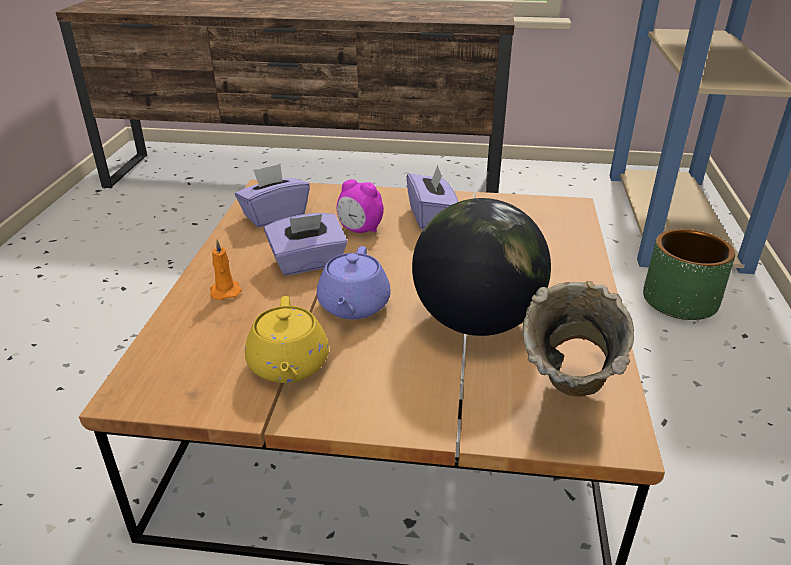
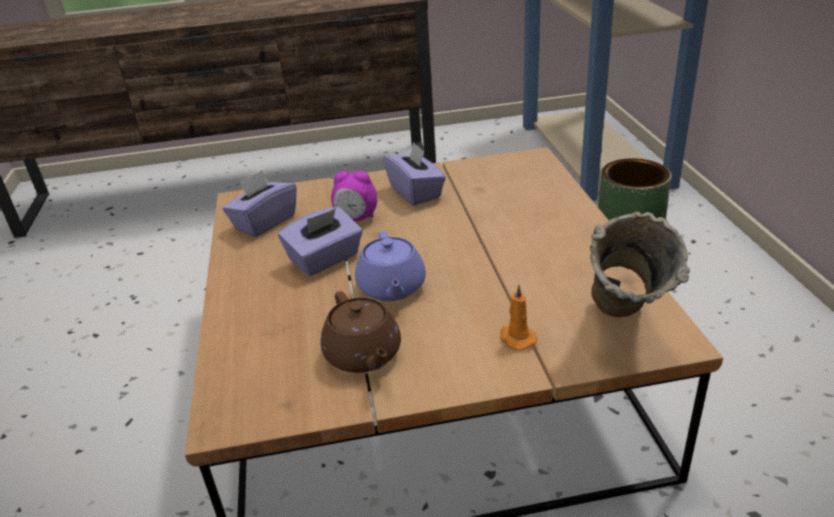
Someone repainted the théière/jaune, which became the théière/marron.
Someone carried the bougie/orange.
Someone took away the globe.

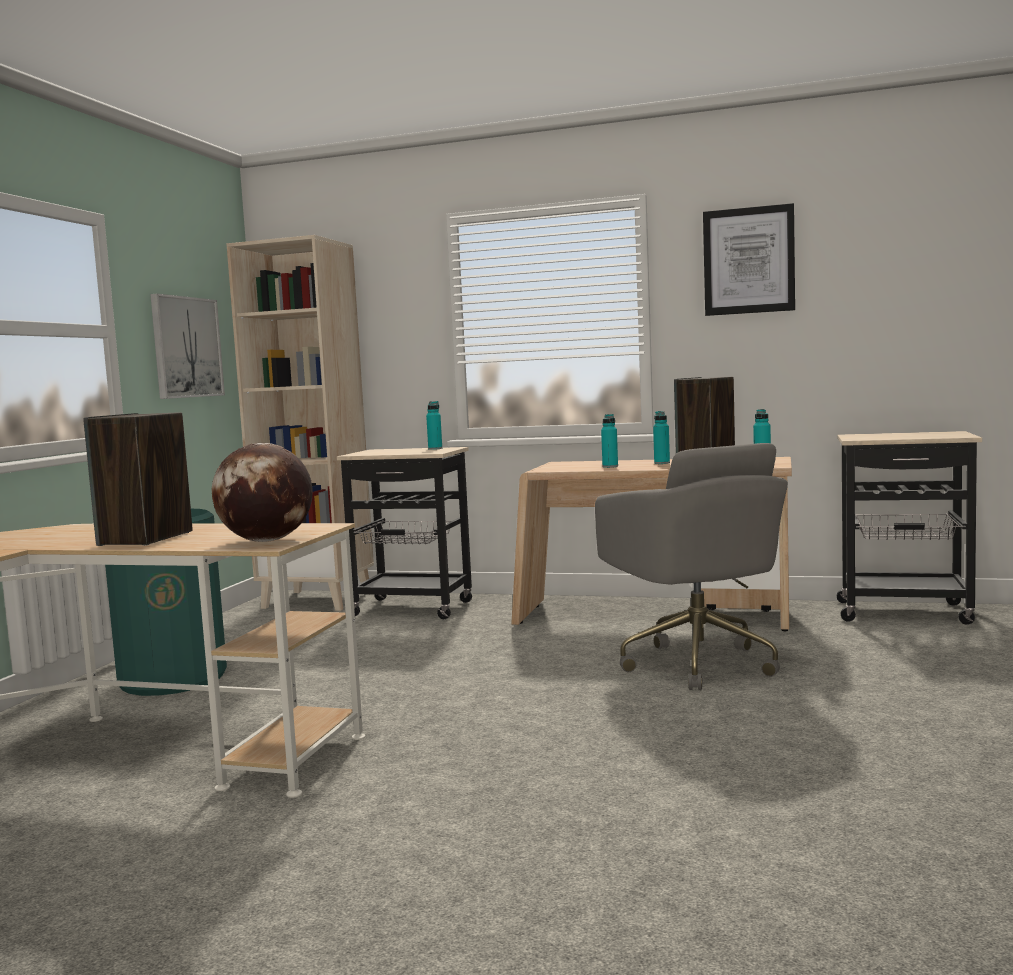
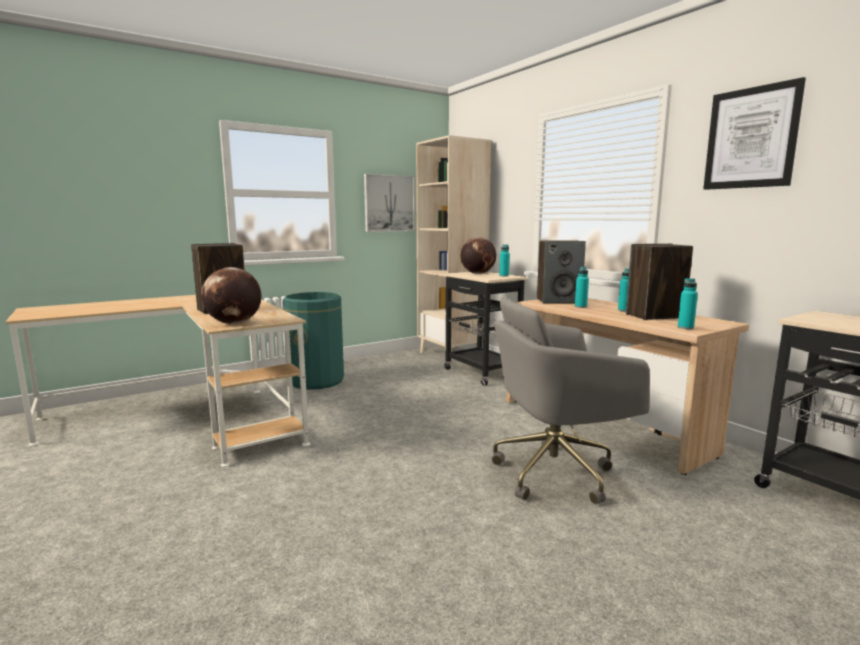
Someone put down the globe (2nd from left).
Someone rotated the chaise de bureau/gris by 60 degrees clockwise.
Someone put down the enceinte (2nd from left).

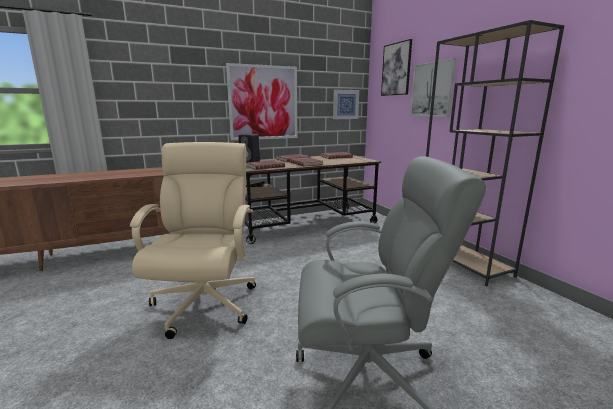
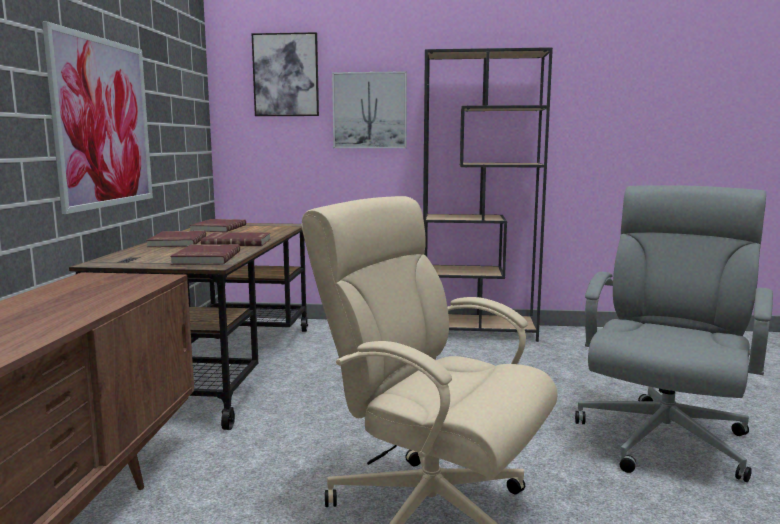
Someone took away the enceinte/noir.
Someone took away the tableau (2nd from left).

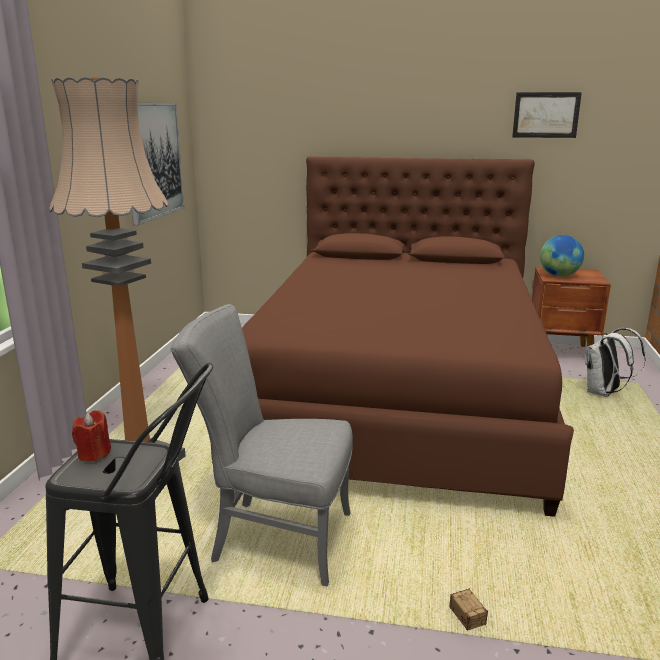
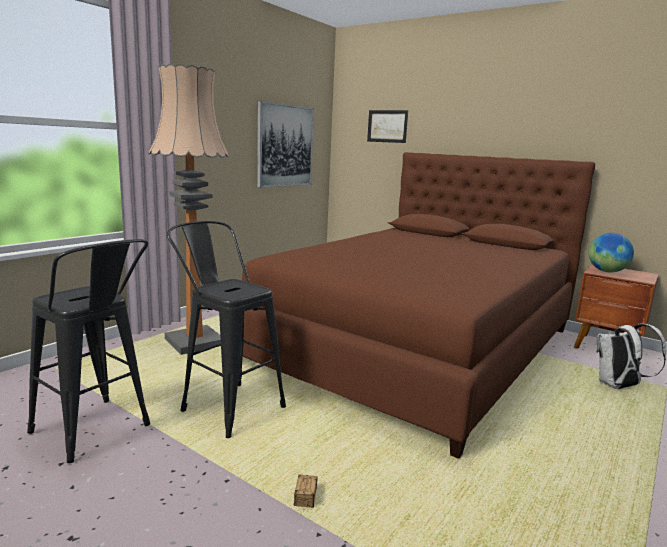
Someone swapped the chaise/gris for the tabouret/noir (2nd from left).
Someone carried the tableau (2nd from left).
Someone took away the bougie/rouge.

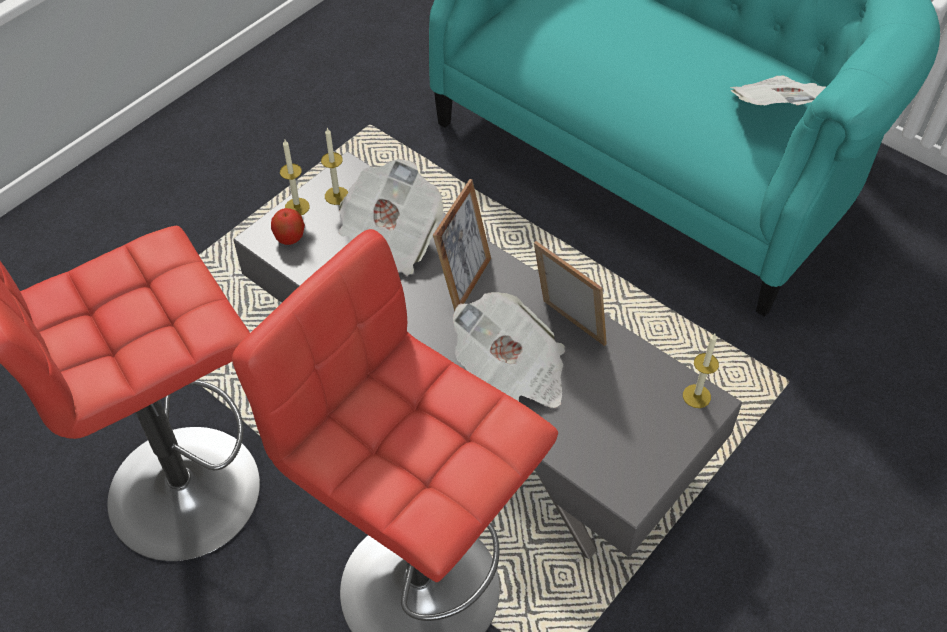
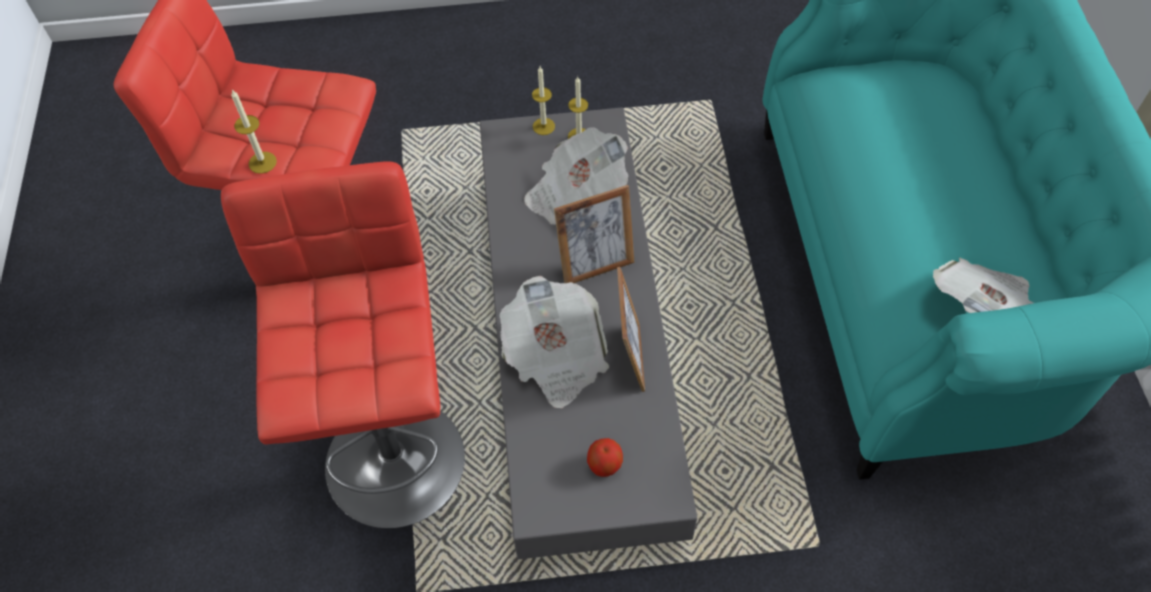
Someone carried the bougie (3rd from left in the first image).
Someone carried the pomme.

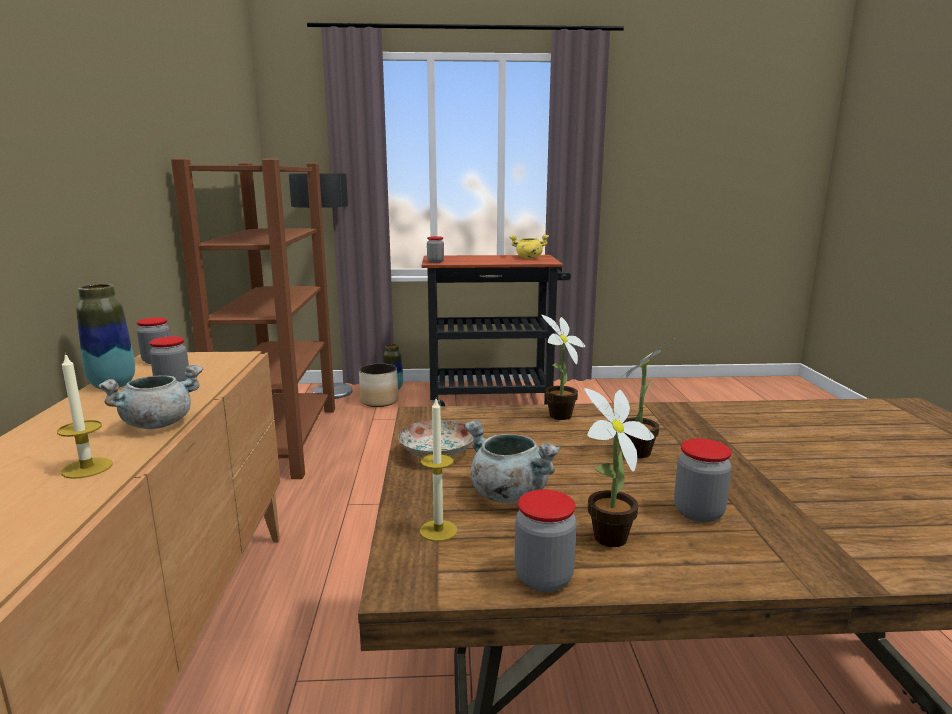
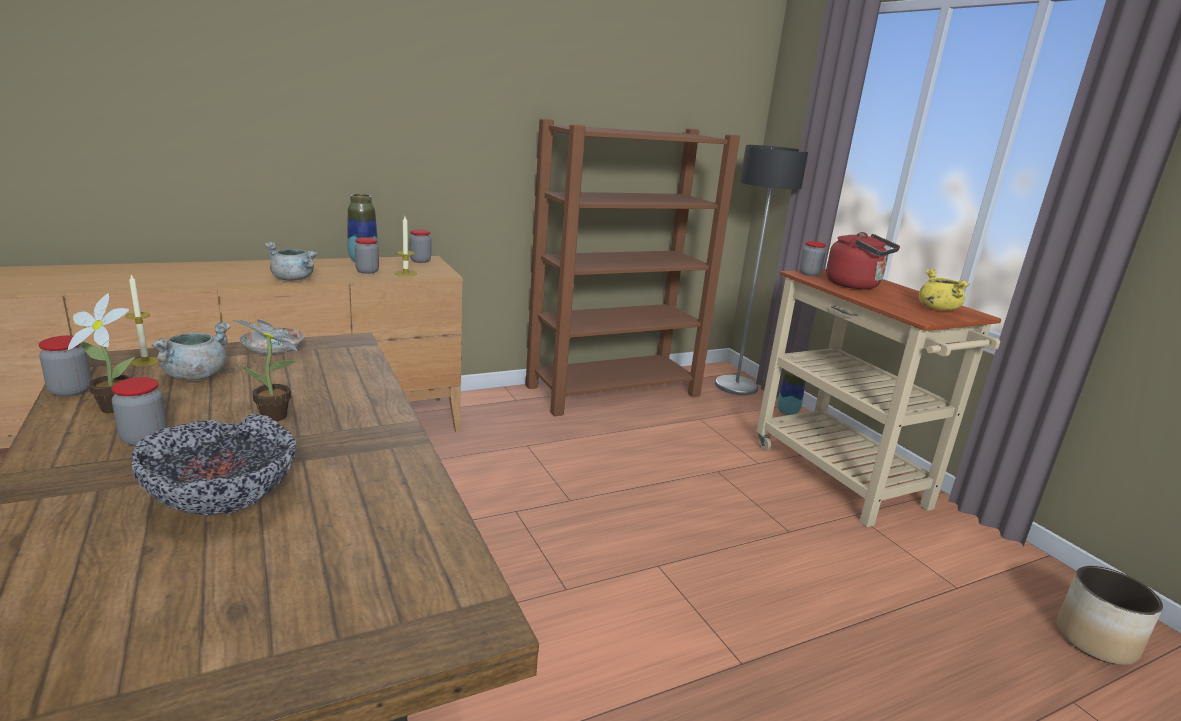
Someone put down the bol.
Someone carried the bougie (1st from left in the first image).
Someone repainted the chariot/noir, which became the chariot/beige.
Someone put down the bouilloire/rouge.
Someone carried the cache-pot.
Someone took away the plante en pot (1st from left).

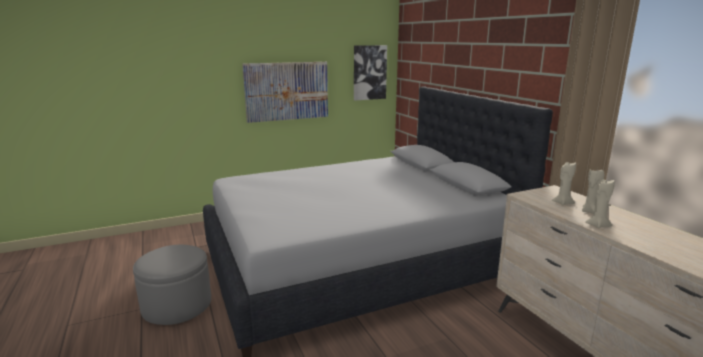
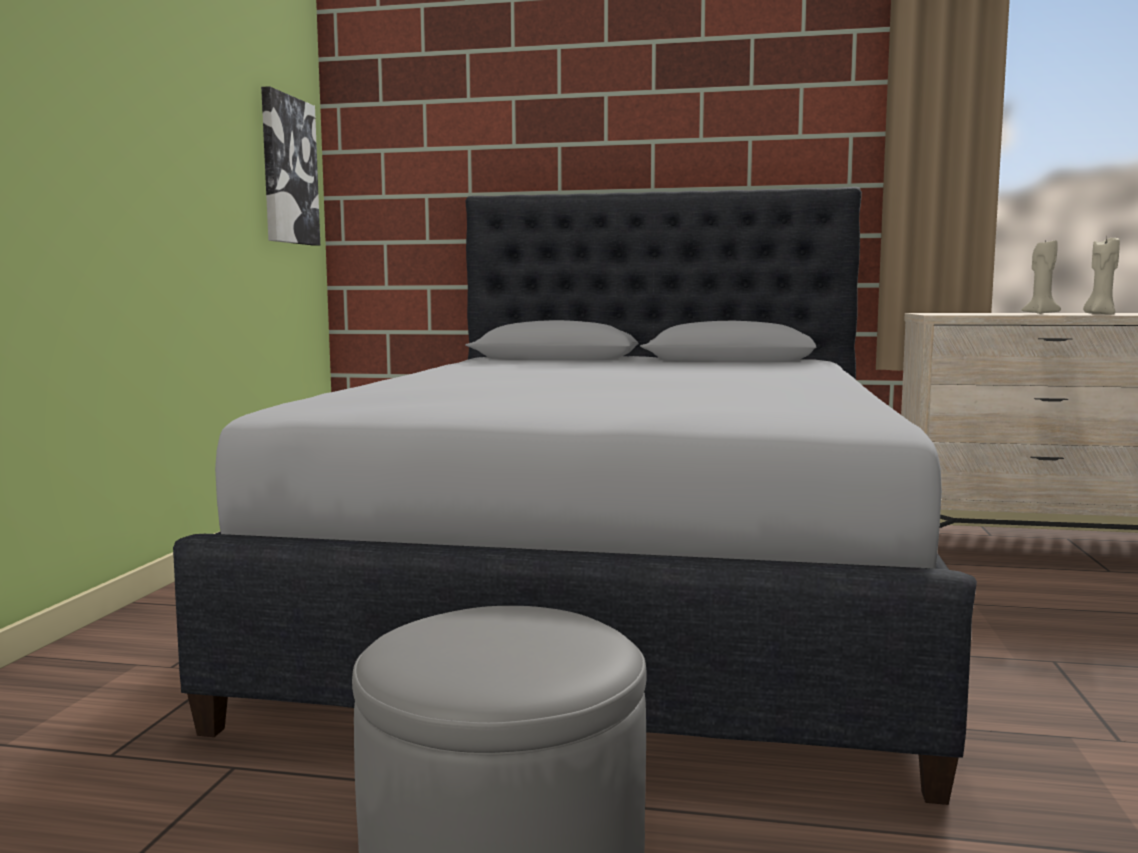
Someone took away the tableau (1st from left).
Someone took away the bougie/beige (1st from left).

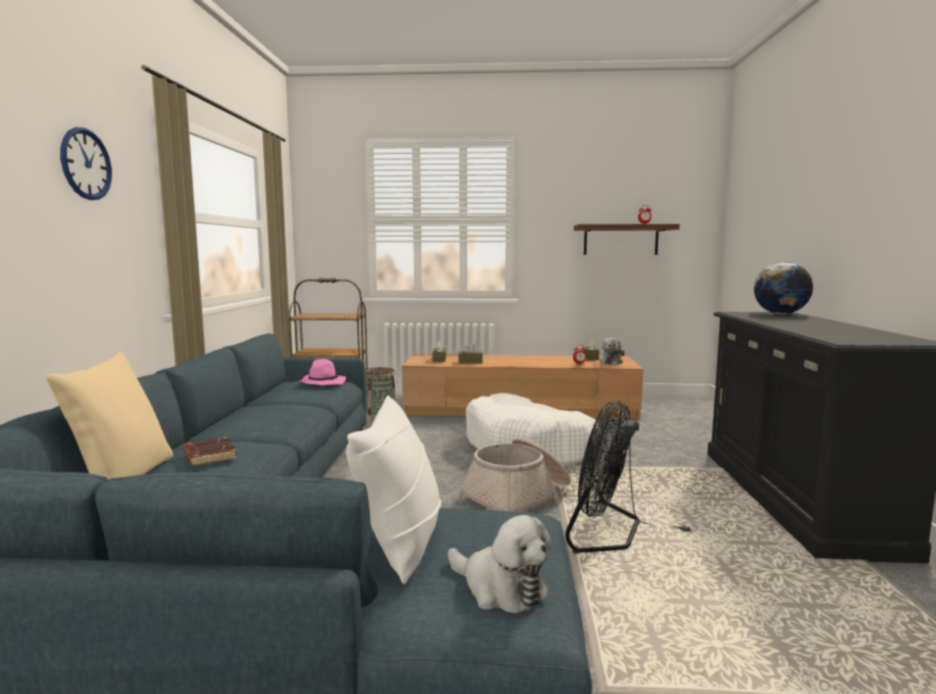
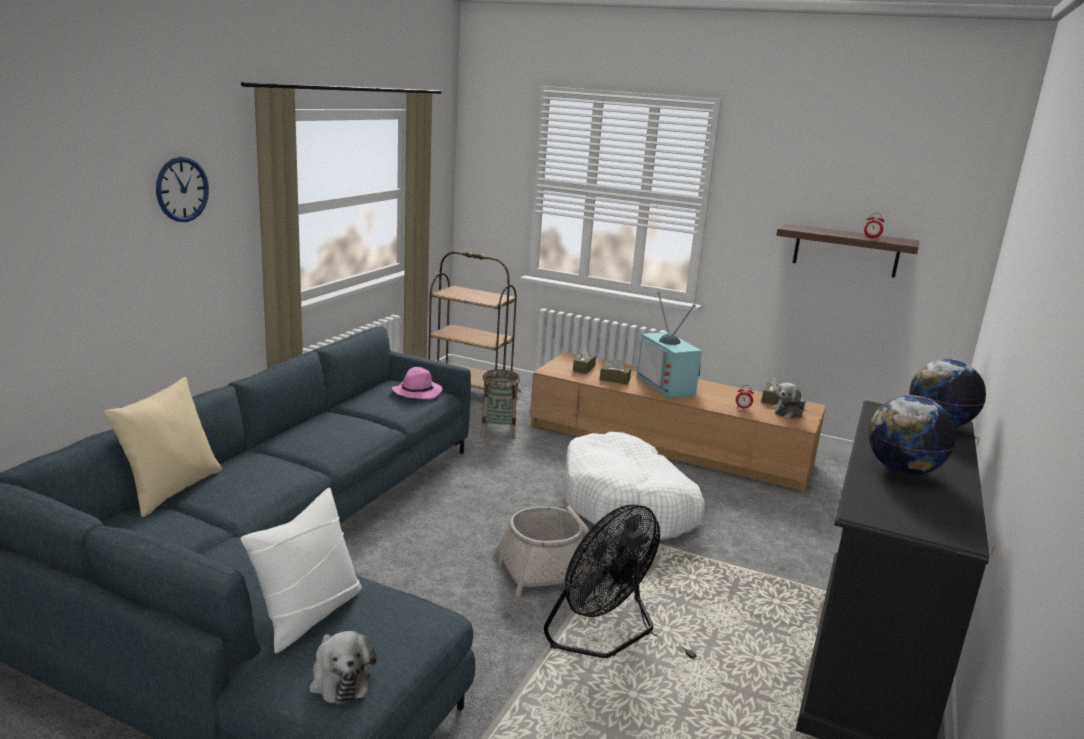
Someone put down the téléviseur.
Someone put down the globe (1st from left).
Someone took away the livre/marron.

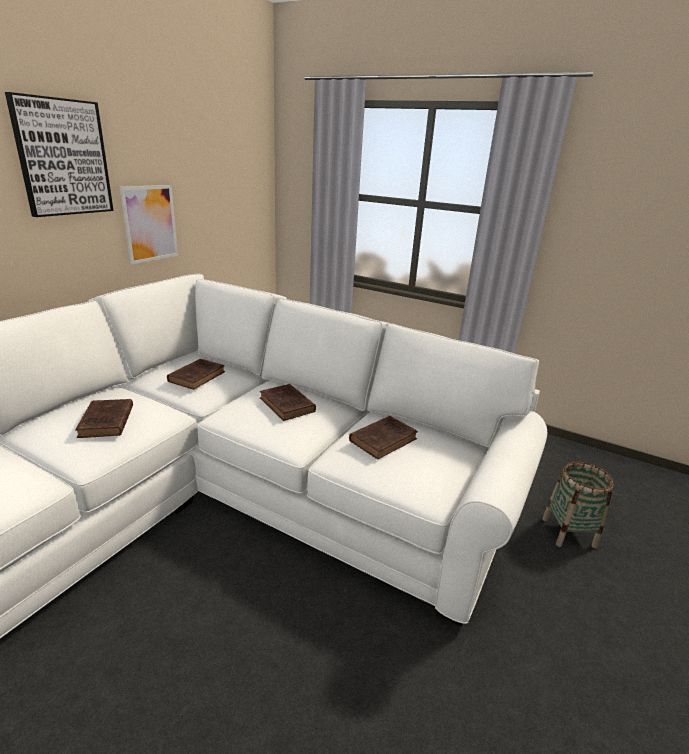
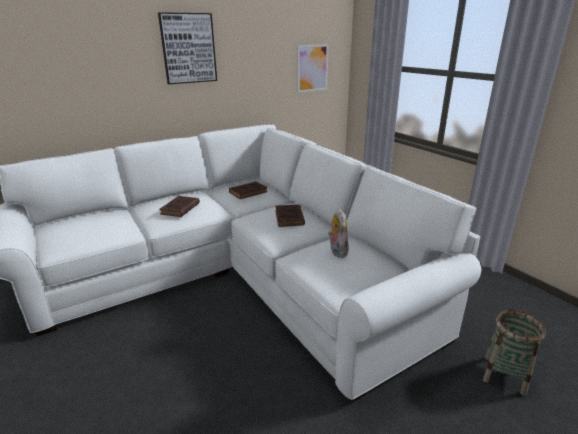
Someone carried the tableau (2nd from left).
Someone swapped the livre/marron (4th from left) for the peluche.

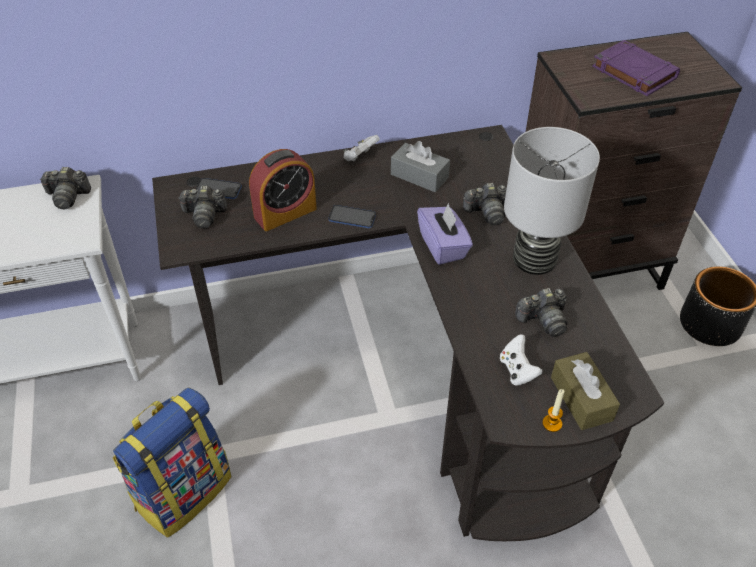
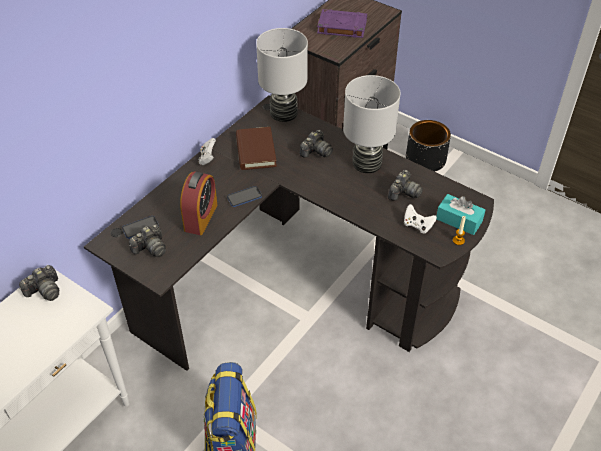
Someone swapped the boîte à mouchoirs/gris for the livre/marron.
Someone put down the lampe de table/gris (1st from left).
Someone repainted the boîte à mouchoirs/marron, which became the boîte à mouchoirs/turquoise.
Someone took away the boîte à mouchoirs/violet.

